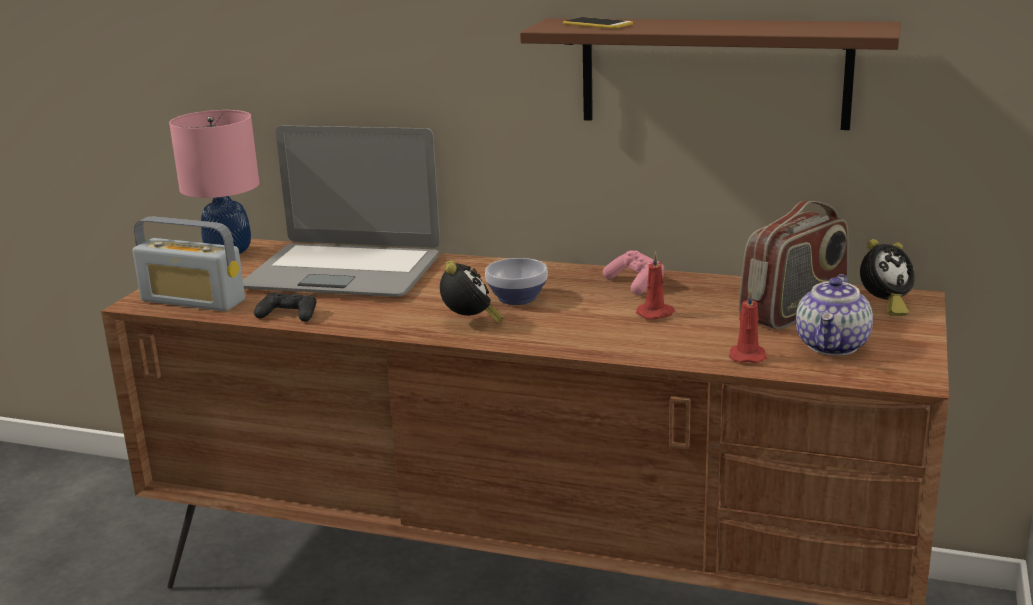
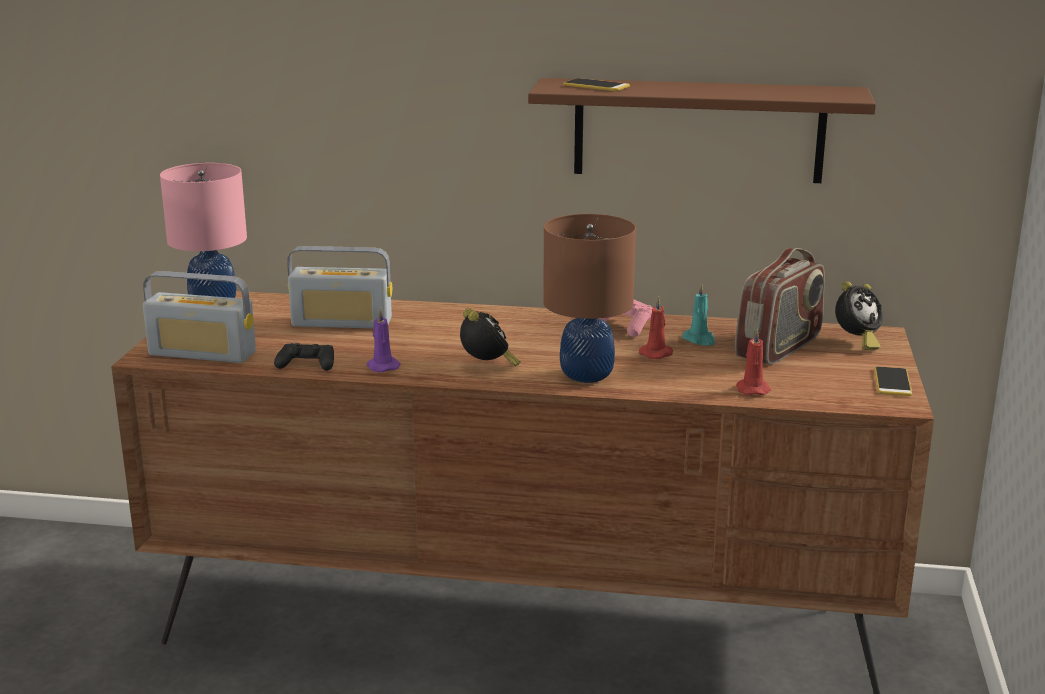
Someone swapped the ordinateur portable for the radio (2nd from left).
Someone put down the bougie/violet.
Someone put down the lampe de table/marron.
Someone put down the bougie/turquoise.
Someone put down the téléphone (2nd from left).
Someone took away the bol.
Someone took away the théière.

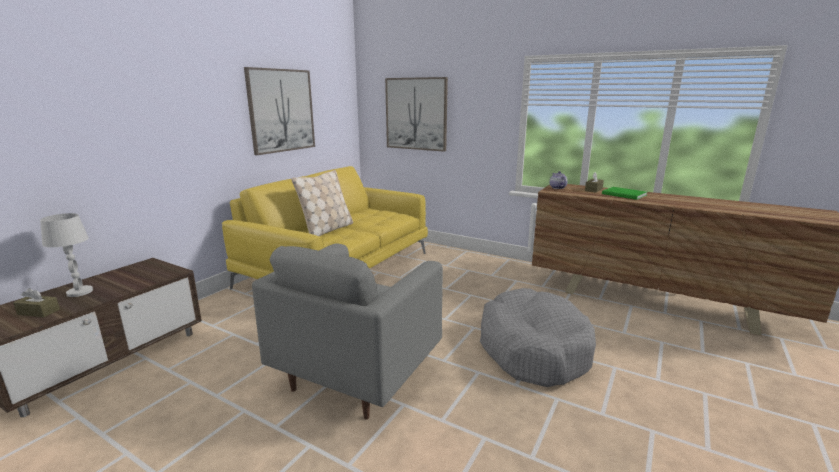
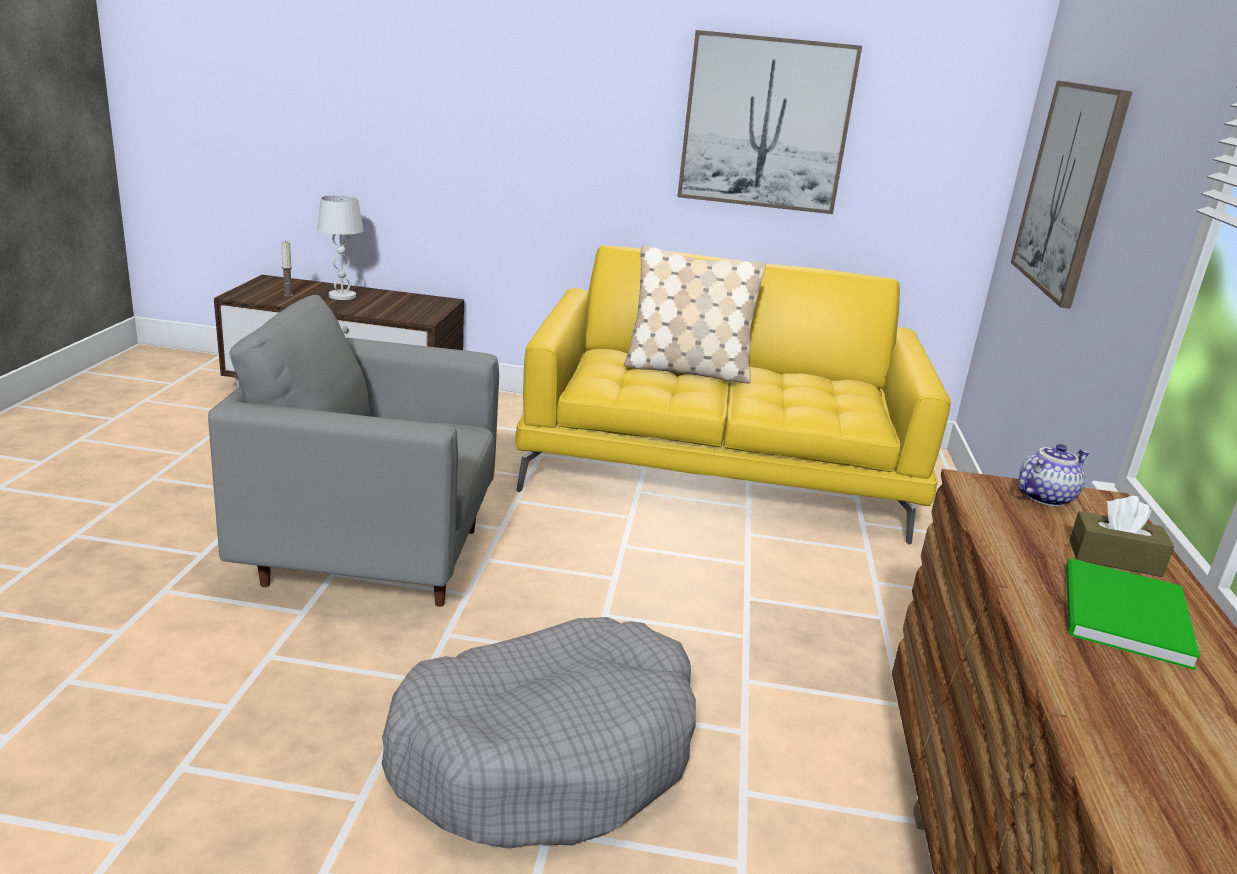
Someone swapped the boîte à mouchoirs/marron (1st from left) for the bougie.

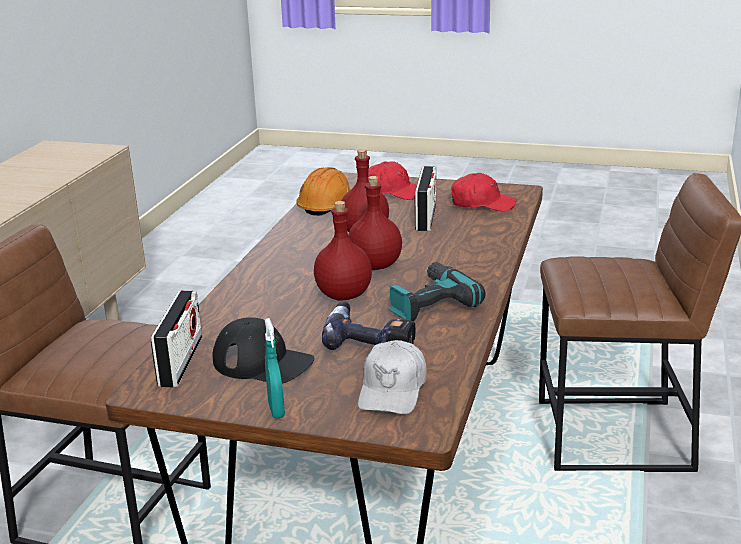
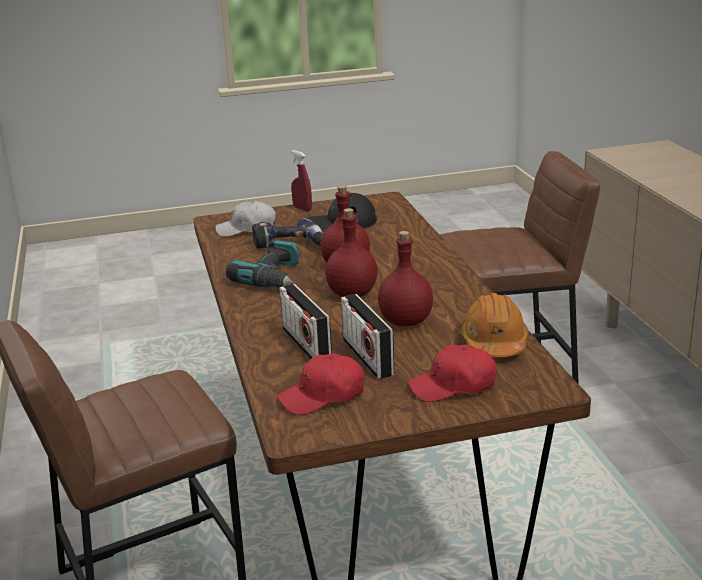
Someone rotated the casquette/blanc by 75 degrees counterclockwise.
Someone carried the radio (1st from left).
Someone repainted the vaporisateur/turquoise, which became the vaporisateur/rouge.

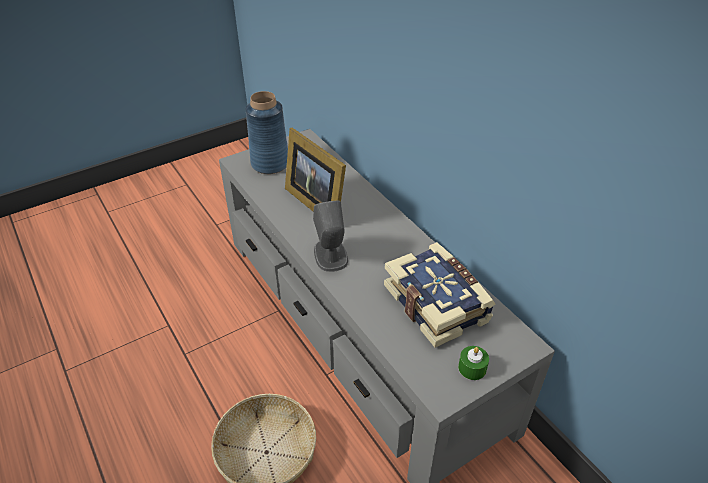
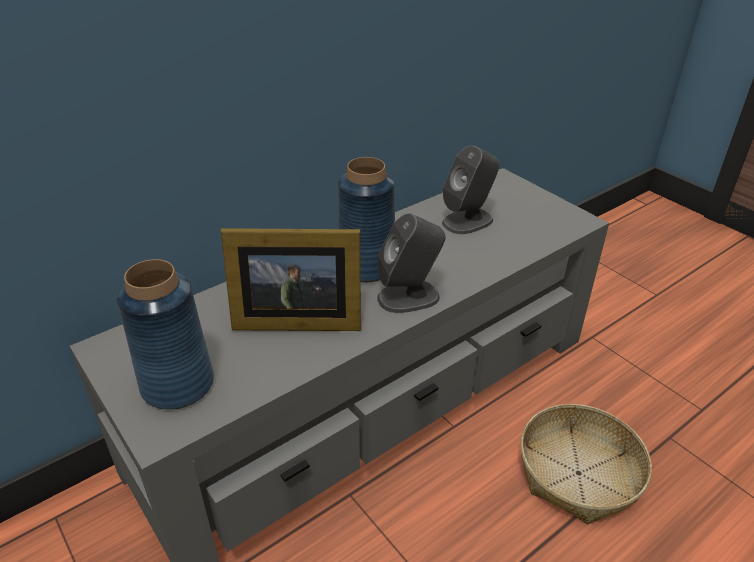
Someone rotated the cadre photo by 45 degrees clockwise.
Someone put down the vase/bleu (2nd from left).
Someone swapped the livre for the enceinte/gris (2nd from left).
Someone took away the bougie/vert.

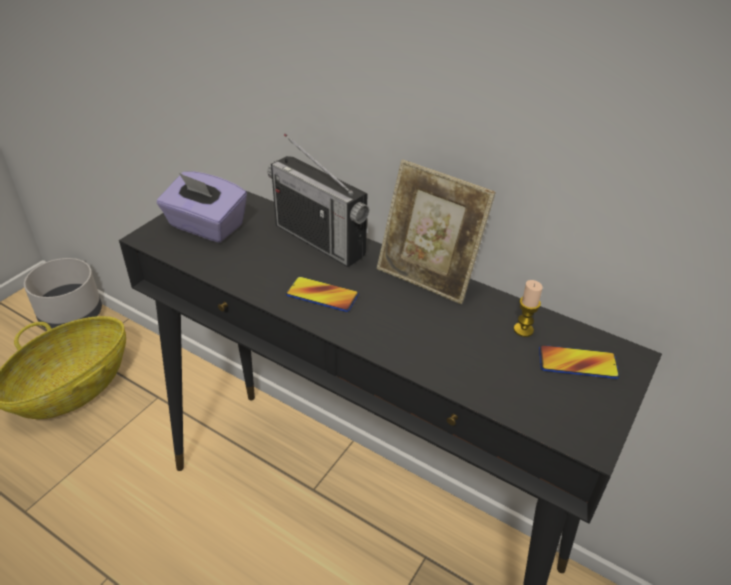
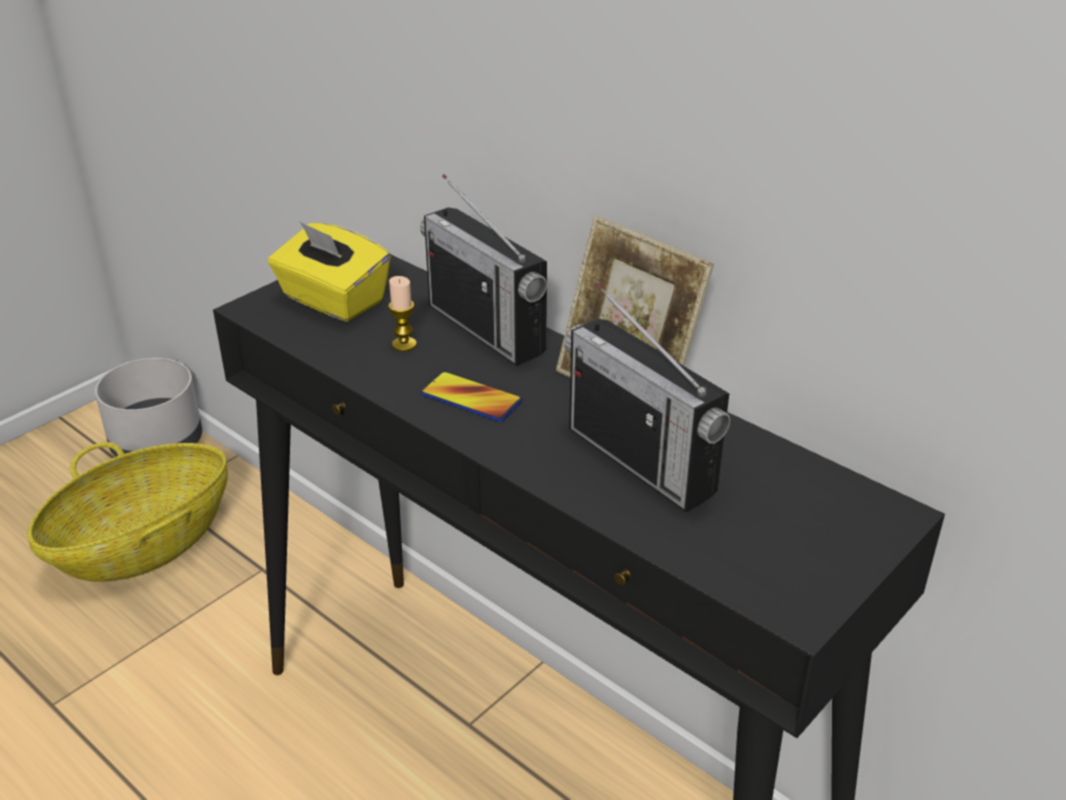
Someone repainted the boîte à mouchoirs/violet, which became the boîte à mouchoirs/jaune.
Someone carried the bougie.
Someone put down the radio (2nd from left).
Someone took away the téléphone (2nd from left).

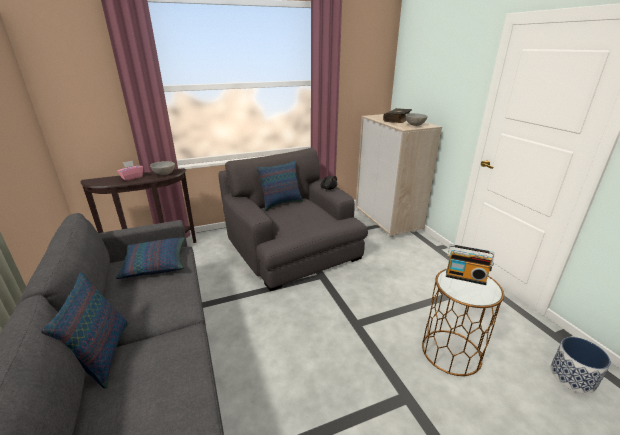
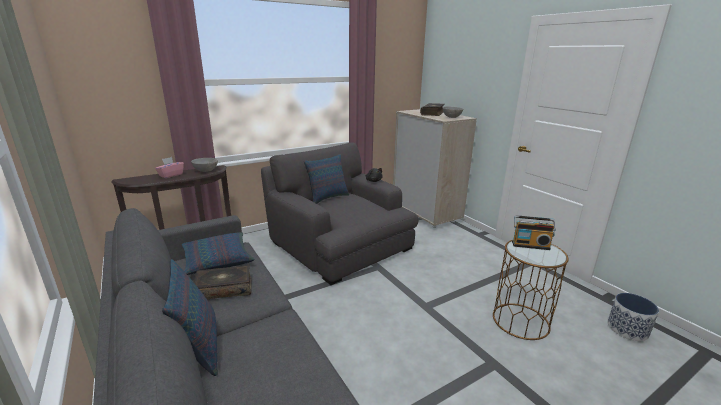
Someone put down the livre (1st from left).

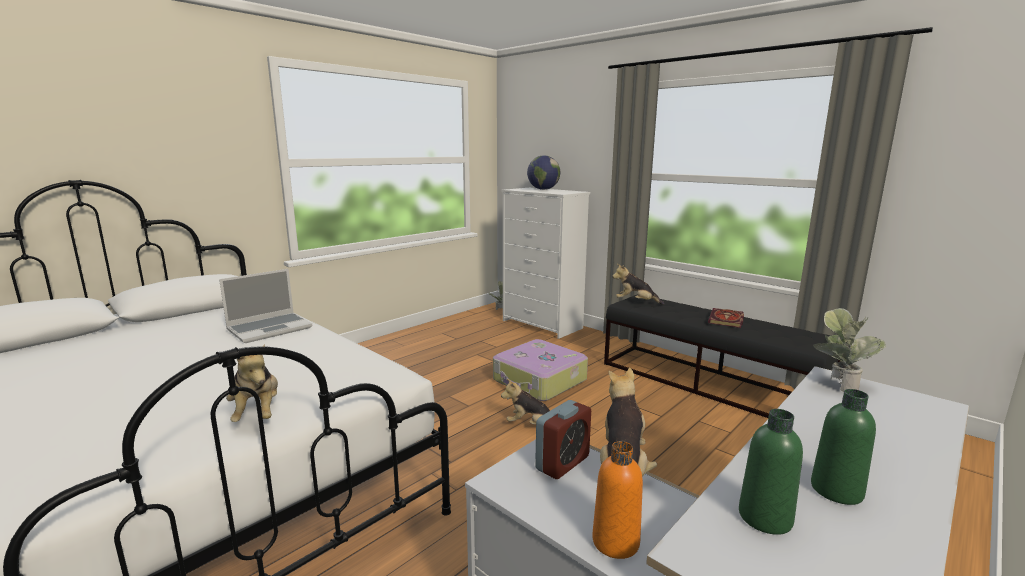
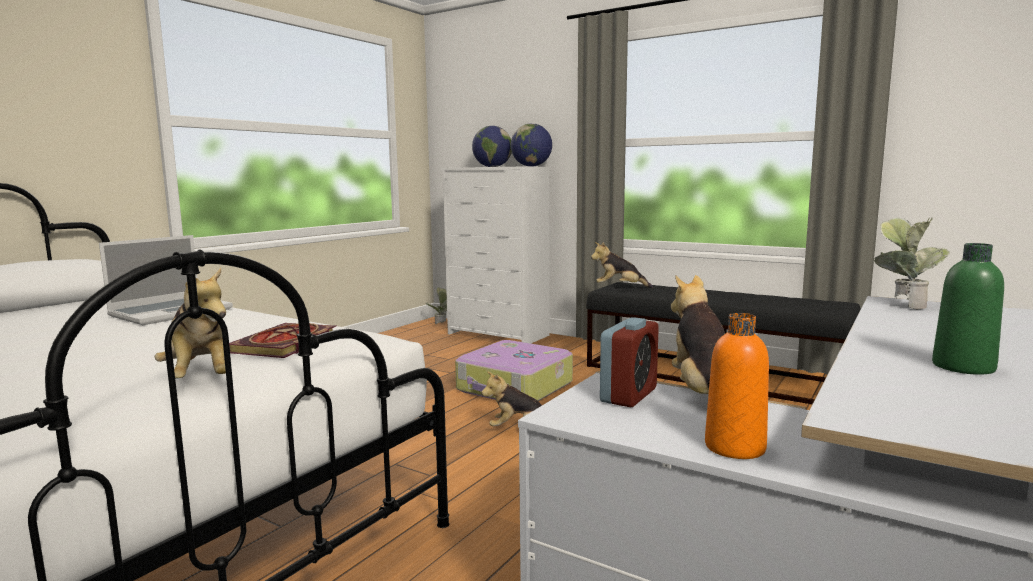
Someone carried the livre.
Someone put down the globe (2nd from left).
Someone took away the bouteille/vert (1st from left).

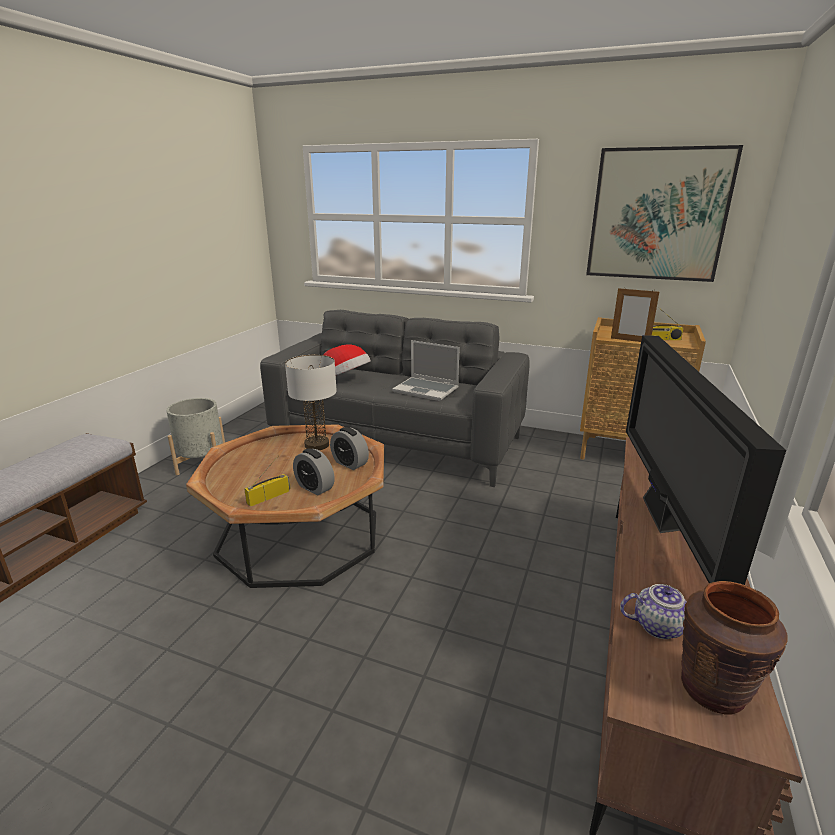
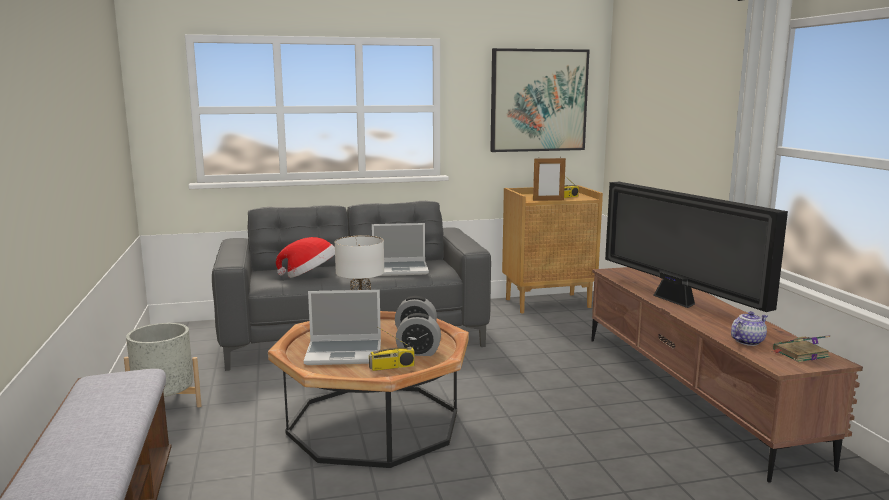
Someone put down the ordinateur portable (1st from left).
Someone rotated the radio (1st from left) by 120 degrees counterclockwise.
Someone swapped the vase/marron for the livre.

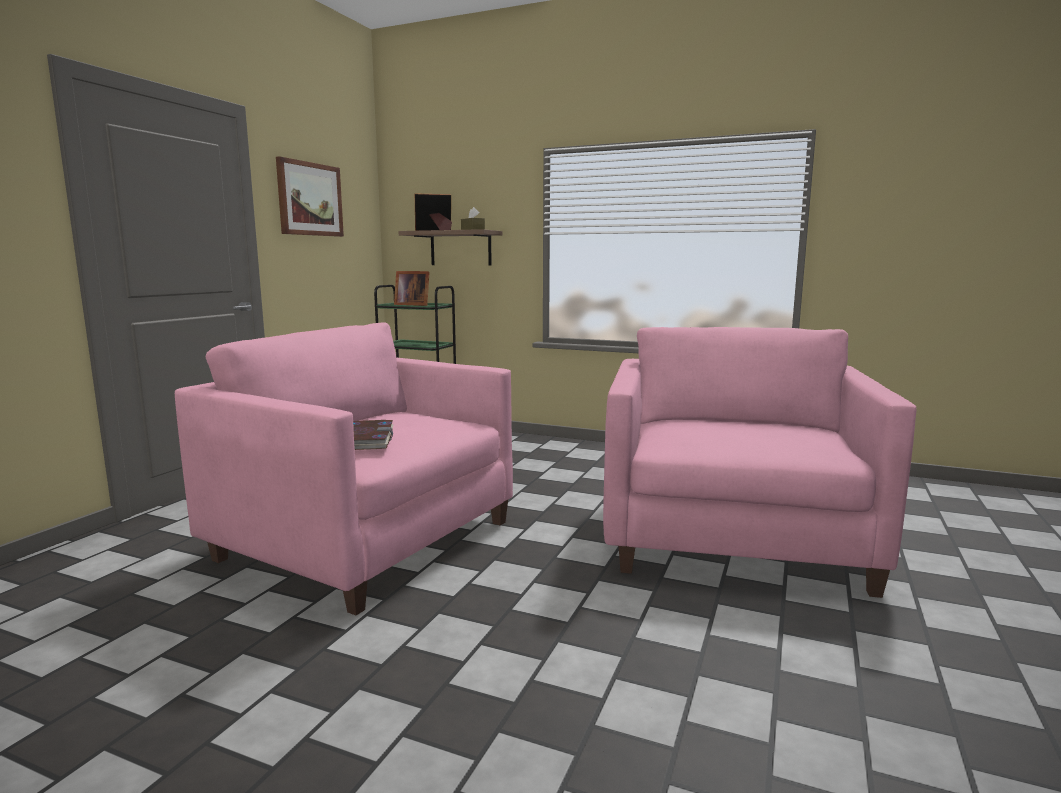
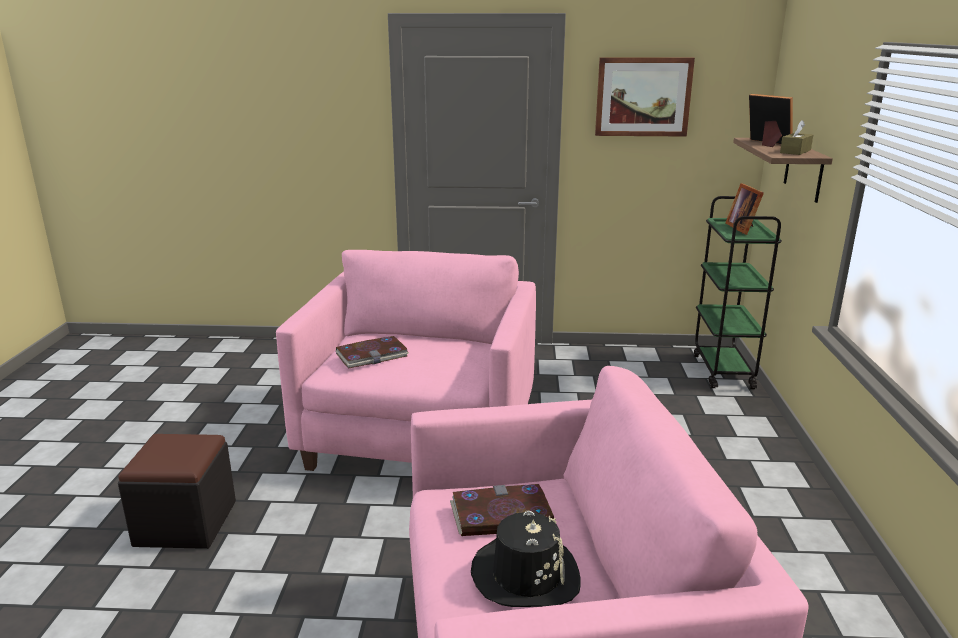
Someone put down the pouf/noir.
Someone put down the livre (2nd from left).
Someone put down the chapeau/noir.

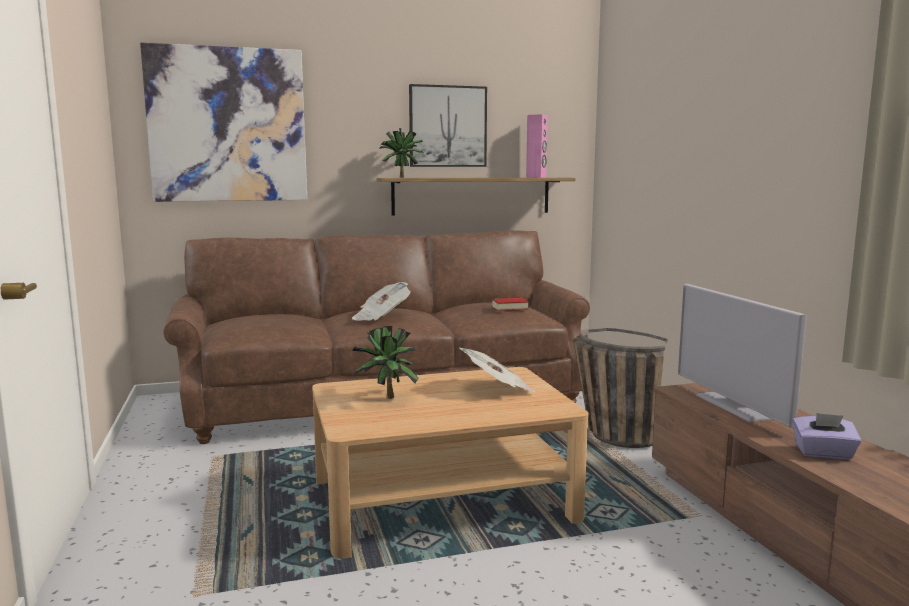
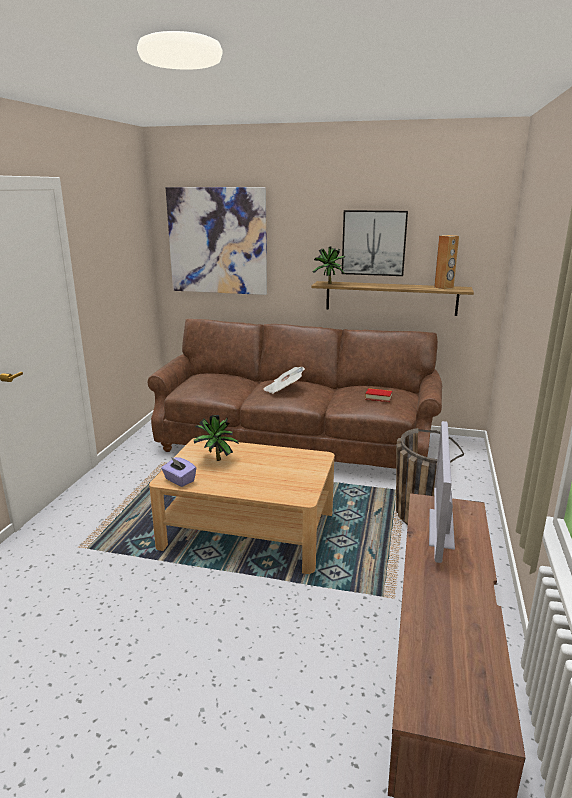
Someone carried the boîte à mouchoirs/violet.
Someone repainted the enceinte/rose, which became the enceinte/marron.
Someone took away the journal (2nd from left).

